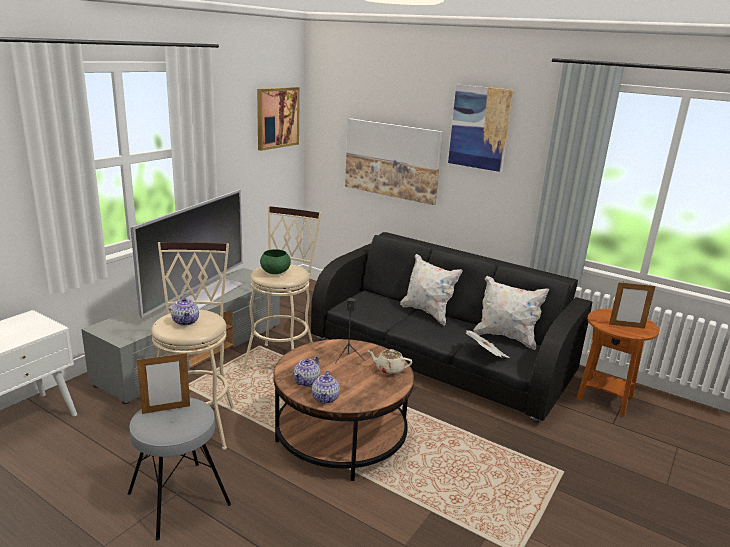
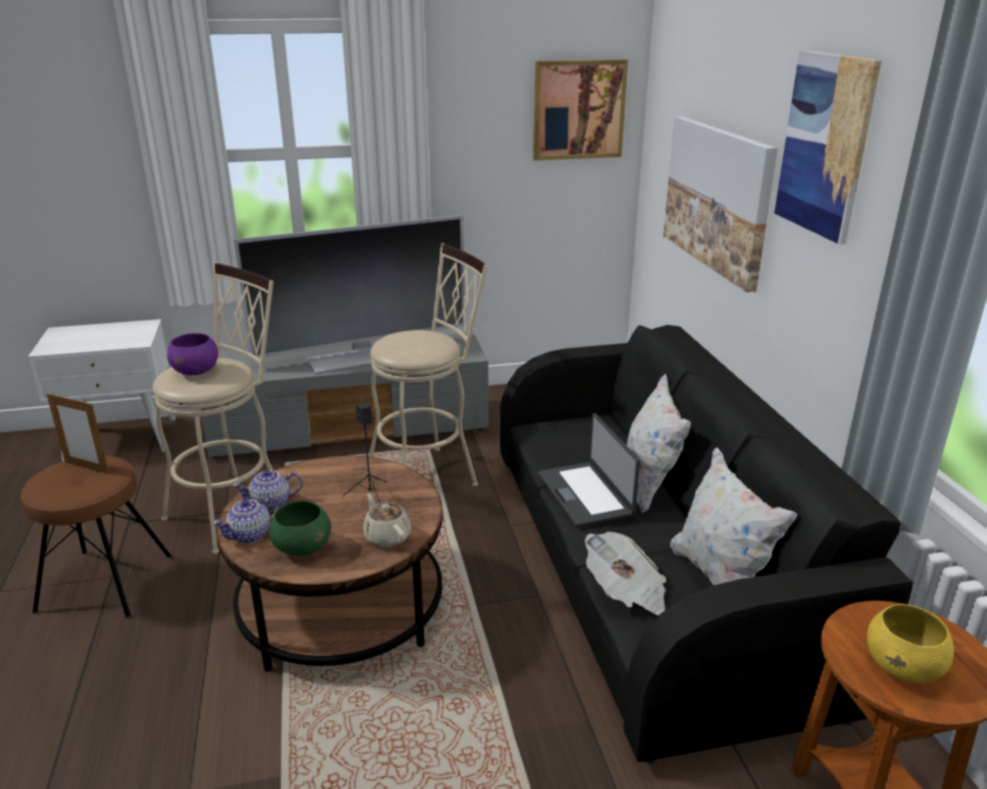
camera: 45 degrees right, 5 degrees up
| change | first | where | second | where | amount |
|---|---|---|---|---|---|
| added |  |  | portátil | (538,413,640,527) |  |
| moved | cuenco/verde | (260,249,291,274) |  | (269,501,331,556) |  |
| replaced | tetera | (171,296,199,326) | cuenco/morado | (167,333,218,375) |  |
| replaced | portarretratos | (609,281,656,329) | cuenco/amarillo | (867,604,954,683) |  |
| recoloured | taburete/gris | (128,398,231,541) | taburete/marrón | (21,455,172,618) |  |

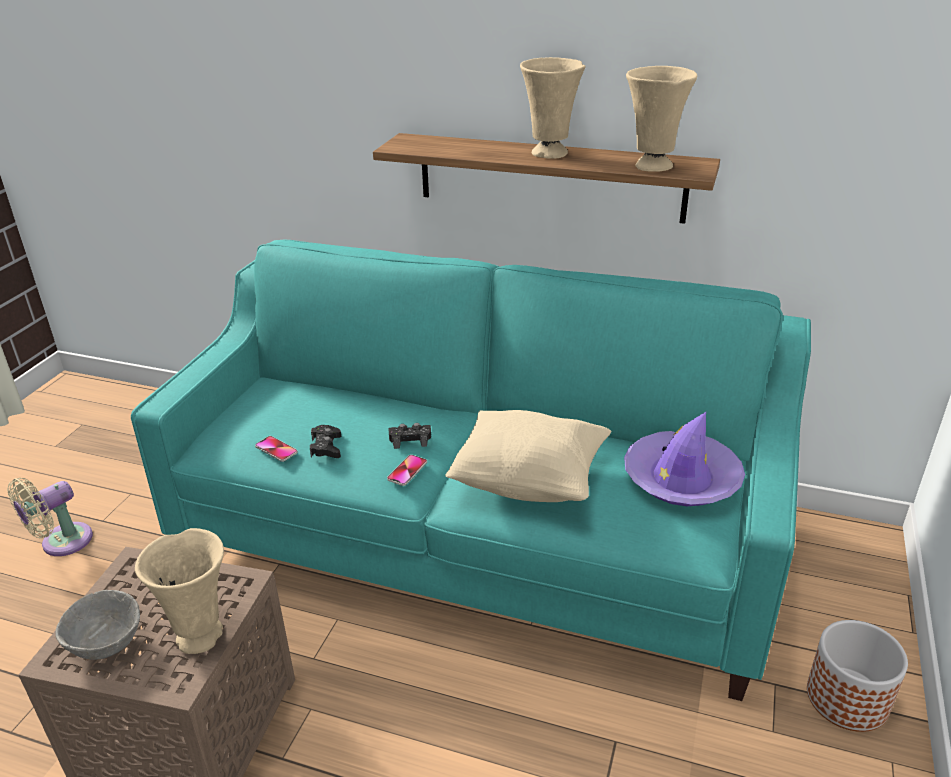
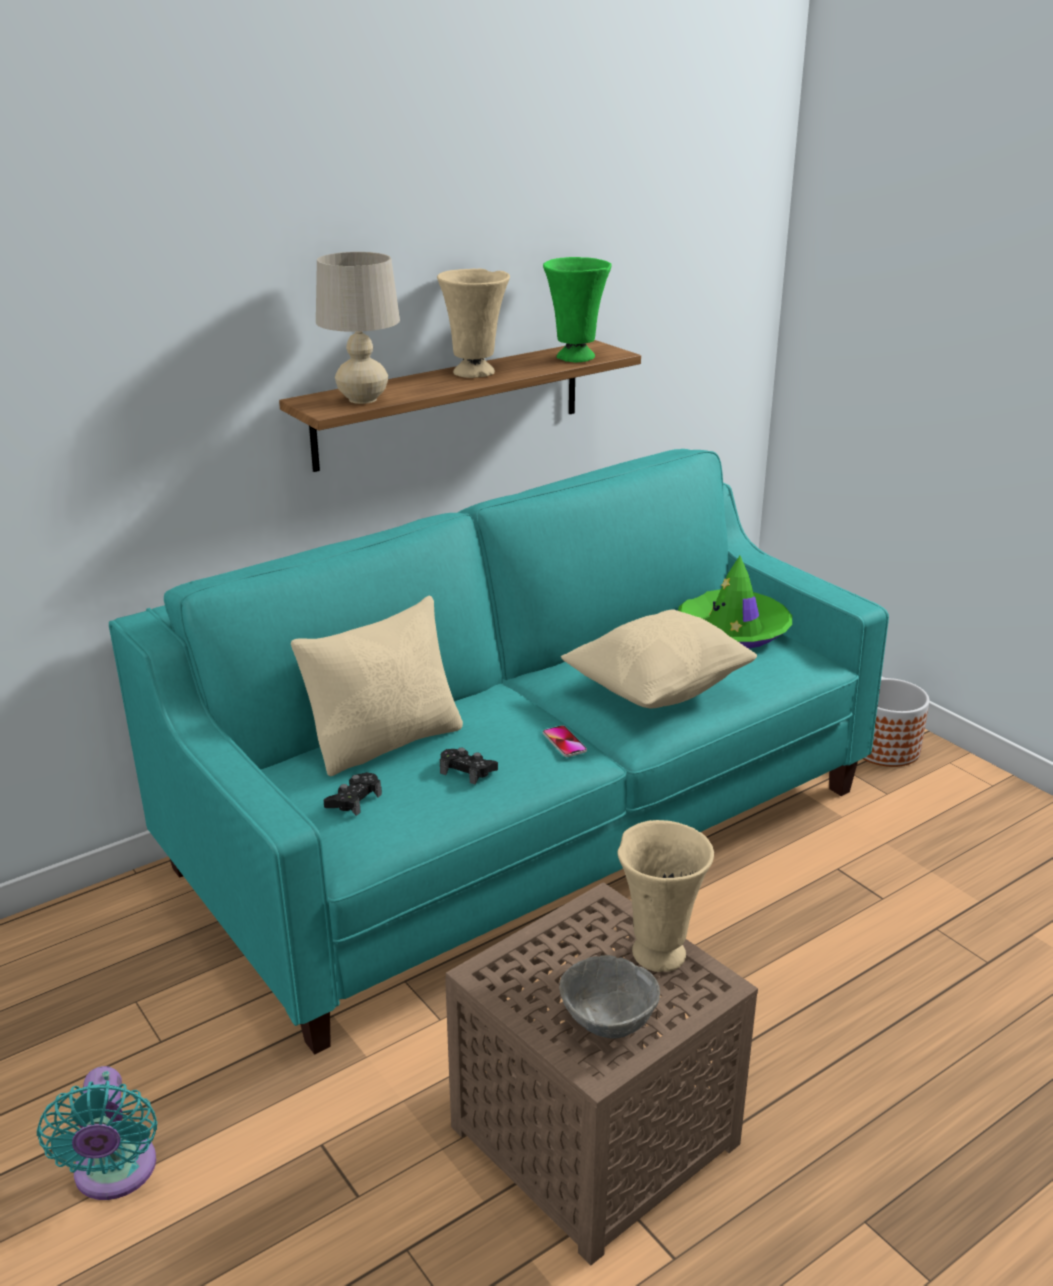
camera: 55 degrees left, 5 degrees down
| change | first | where | second | where | amount |
|---|---|---|---|---|---|
| removed | móvil | (255,436,298,462) |  |  |  |
| added |  |  | cojín/beis | (291,596,463,776) |  |
| added |  |  | lámpara de mesa/beis | (316,252,400,404) |  |
| moved | mando de consola/negro | (388,423,431,449) |  | (324,772,382,816) |  |
| recoloured | ventilador/beis | (7,478,93,556) | ventilador/turquesa | (37,1066,157,1200) |  |
| recoloured | sombrero/morado | (624,412,745,506) | sombrero/verde | (678,556,792,649) |  |
| recoloured | florero/beis | (626,66,697,172) | florero/verde | (543,257,612,362) |  |

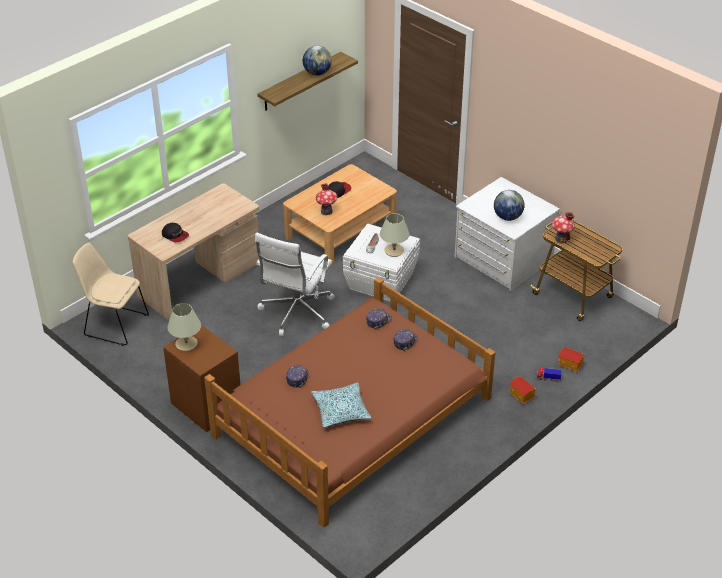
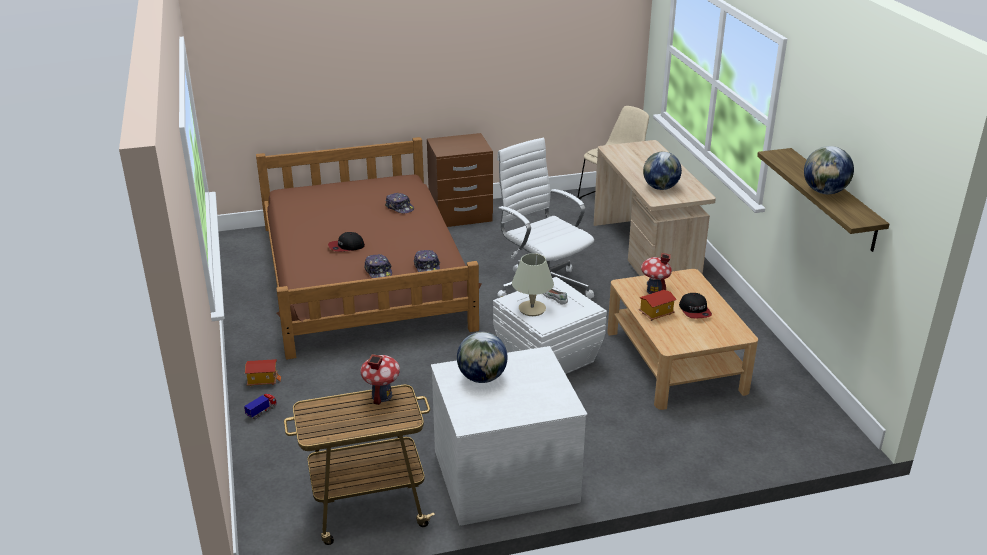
camera: 120 degrees right, 10 degrees down
| change | first | where | second | where | amount |
|---|---|---|---|---|---|
| removed | lámpara de mesa/beis | (167,303,201,351) |  |  |  |
| removed | cojín | (311,382,372,428) |  |  |  |
| added |  |  | globo terráqueo | (643,152,682,190) |  |
| moved | gorra | (162,223,189,242) |  | (328,232,365,252) |  |
| moved | casita | (557,347,585,372) |  | (639,290,677,321) |  |

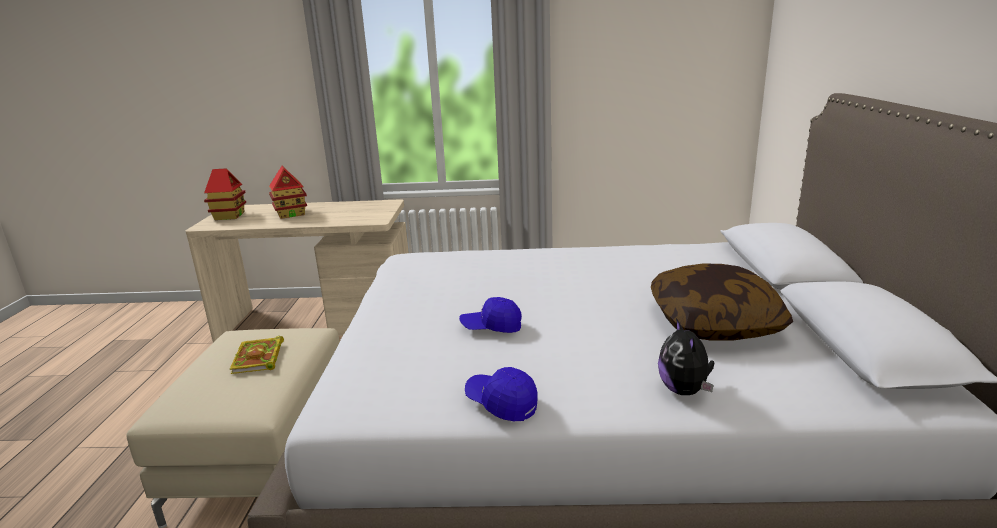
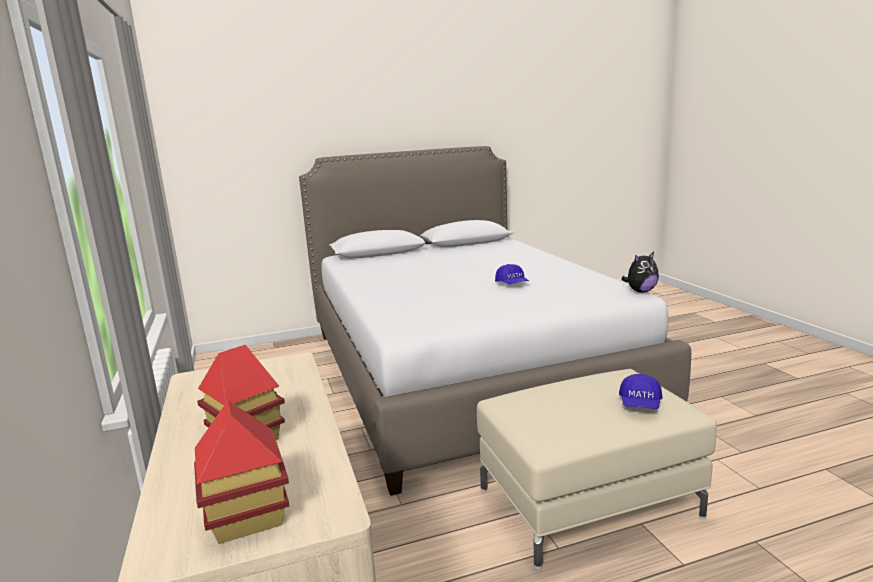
camera: 110 degrees left, 5 degrees down
| change | first | where | second | where | amount |
|---|---|---|---|---|---|
| removed | libro | (230,336,284,374) |  |  |  |
| removed | cojín | (651,264,793,341) |  |  |  |
| moved | gorra/azul | (465,367,537,421) |  | (619,374,662,409) |  |
| moved | peluche | (658,318,714,395) |  | (622,252,659,293) |  |

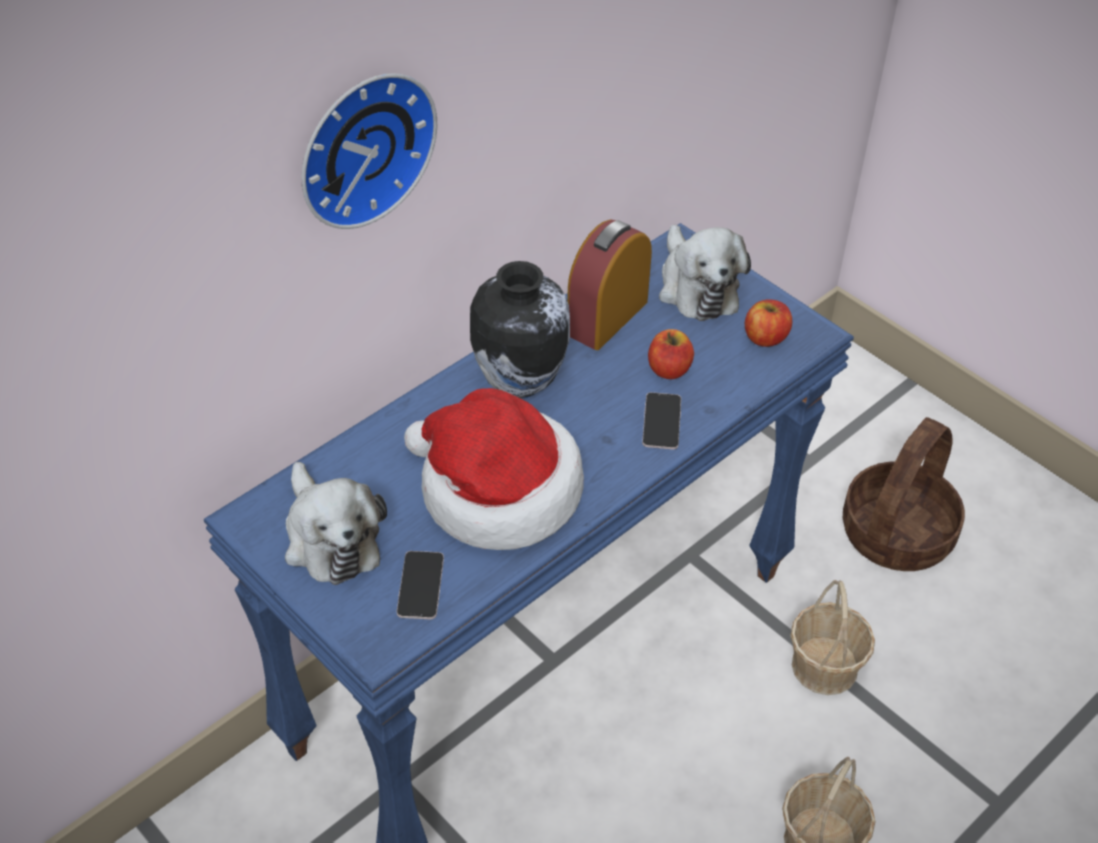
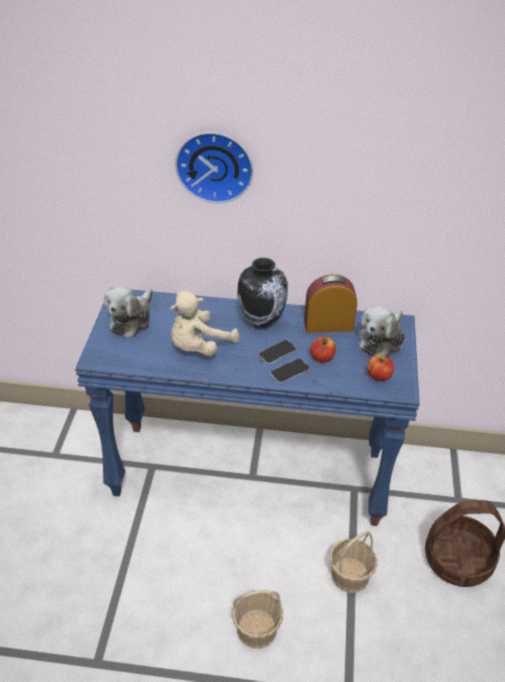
camera: 50 degrees right, 5 degrees down
| change | first | where | second | where | amount |
|---|---|---|---|---|---|
| moved | móvil | (397,551,444,619) |  | (258,340,297,364) |  |
| replaced | sombrero | (404,388,584,550) | peluche/beis | (170,291,239,356) |  |

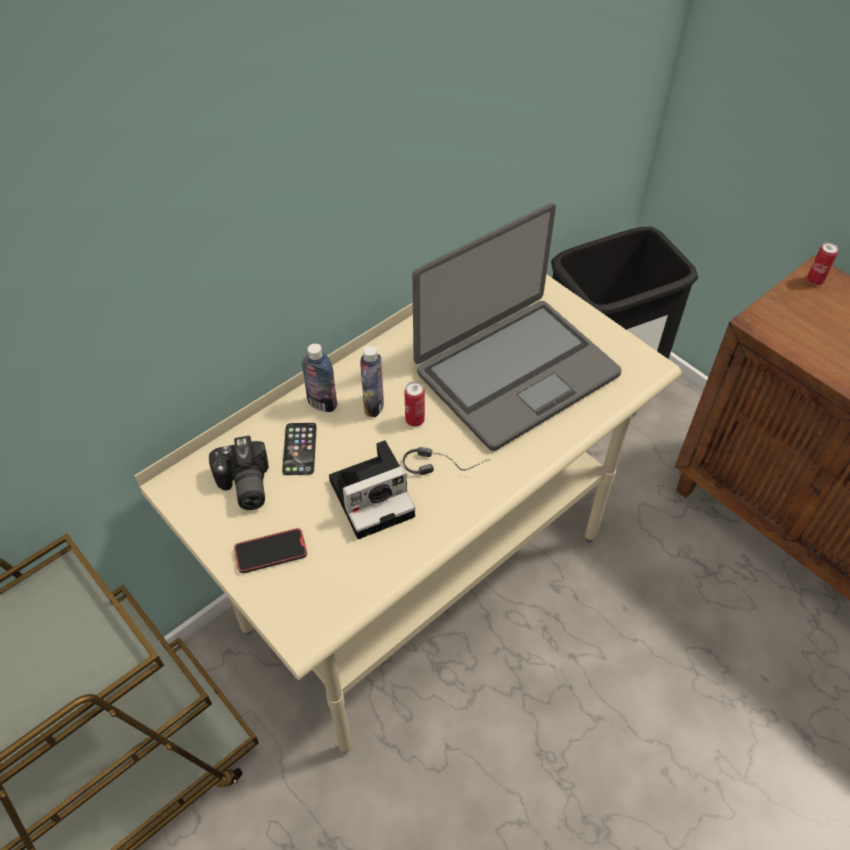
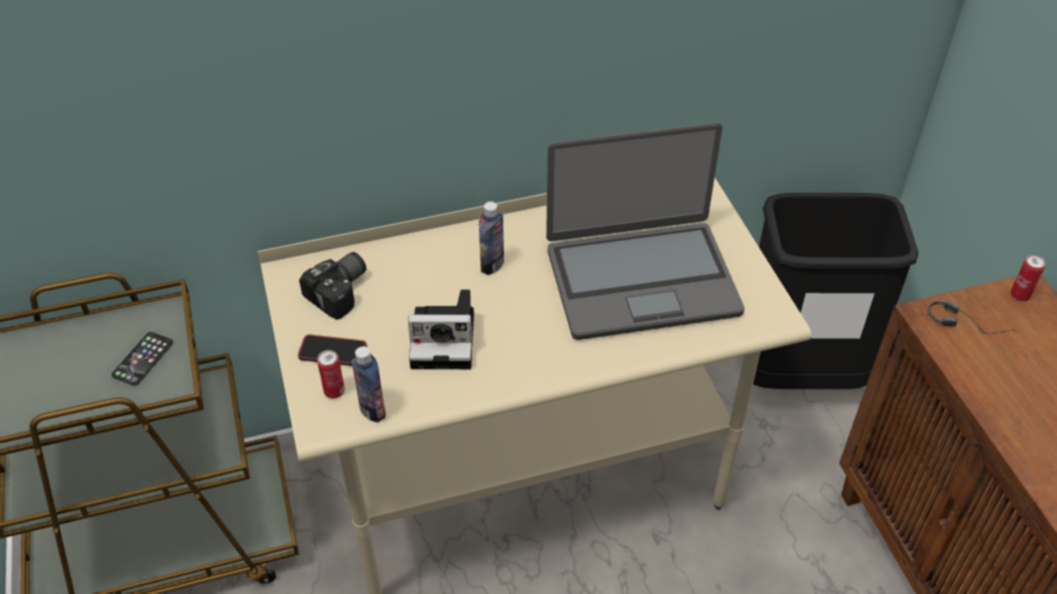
camera: 25 degrees right, 5 degrees down
| change | first | where | second | where | amount |
|---|---|---|---|---|---|
| moved | móvil | (282,423,317,475) |  | (111,332,173,386) |  |
| moved | botella | (301,343,338,412) |  | (352,346,386,422) |  |
| moved | auriculares | (403,447,489,475) |  | (927,301,1016,334) |  |
| moved | lata | (404,381,425,427) |  | (317,350,345,398) |  |
| turned | cámara | (209,436,269,510) |  | (299,252,366,320) | 150 degrees counterclockwise |

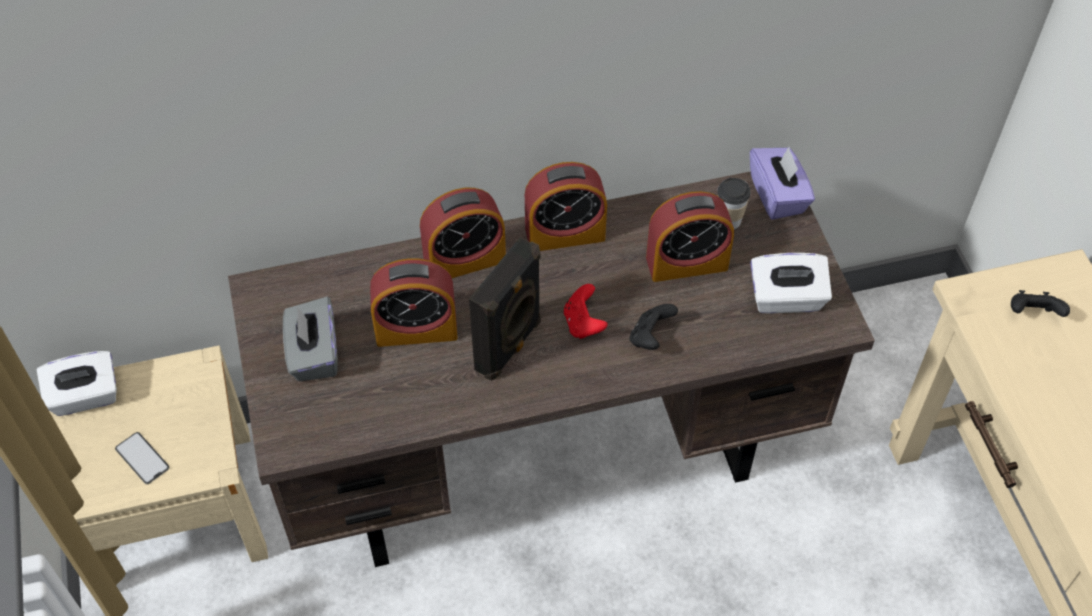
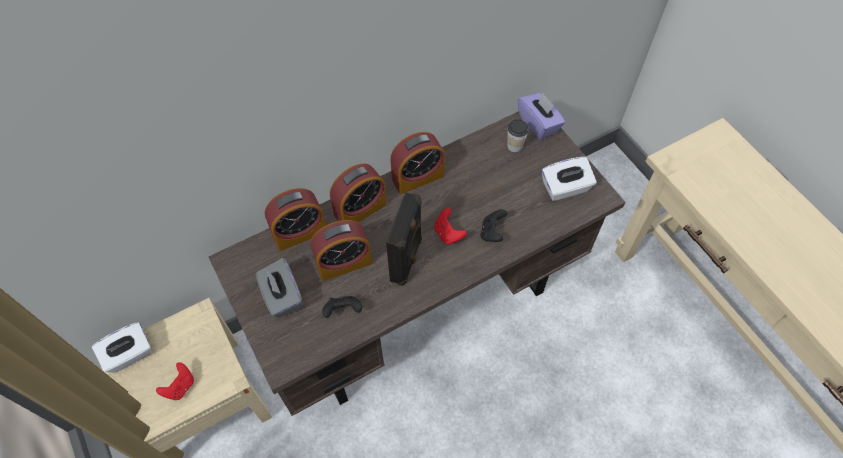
camera: 15 degrees left, 5 degrees up
| change | first | where | second | where | amount |
|---|---|---|---|---|---|
| moved | despertador | (646,191,734,282) |  | (265,188,326,251) |  |
| moved | mando de consola/negro | (1011,290,1070,317) |  | (323,296,362,318) |  |
| replaced | móvil | (115,432,170,484) | mando de consola/rojo | (156,362,194,400) |  |

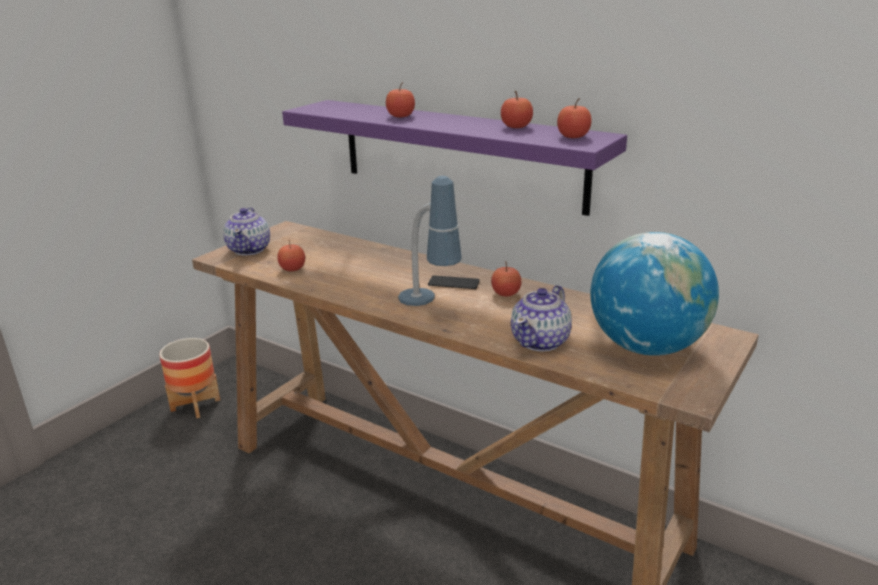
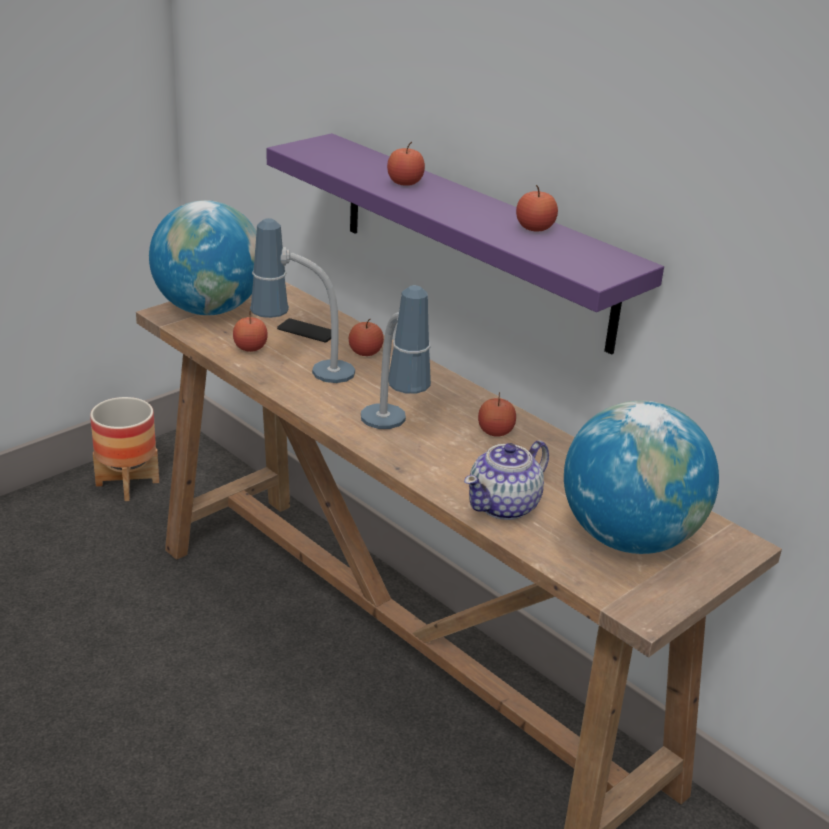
camera: 10 degrees right, 5 degrees up
| change | first | where | second | where | amount |
|---|---|---|---|---|---|
| added |  |  | lámpara de mesa | (250,218,355,383) |  |
| moved | móvil | (428,275,480,289) |  | (277,318,331,342) |  |
| moved | manzana | (557,98,592,138) |  | (349,319,384,356) |  |
| replaced | tetera | (223,207,270,255) | globo terráqueo | (149,200,257,315) |  |

